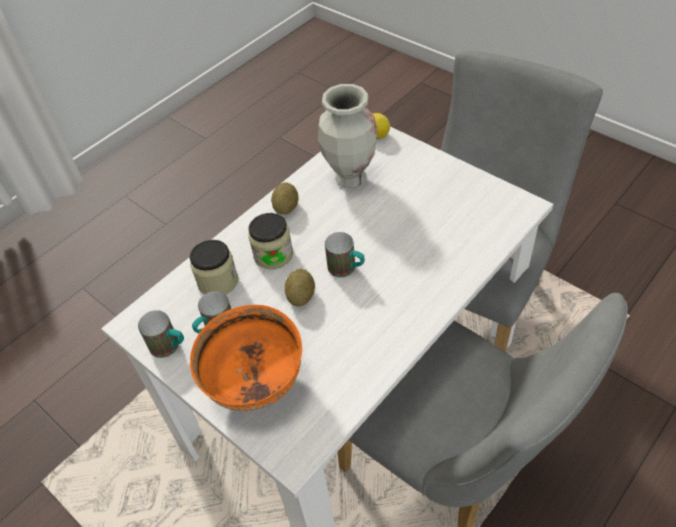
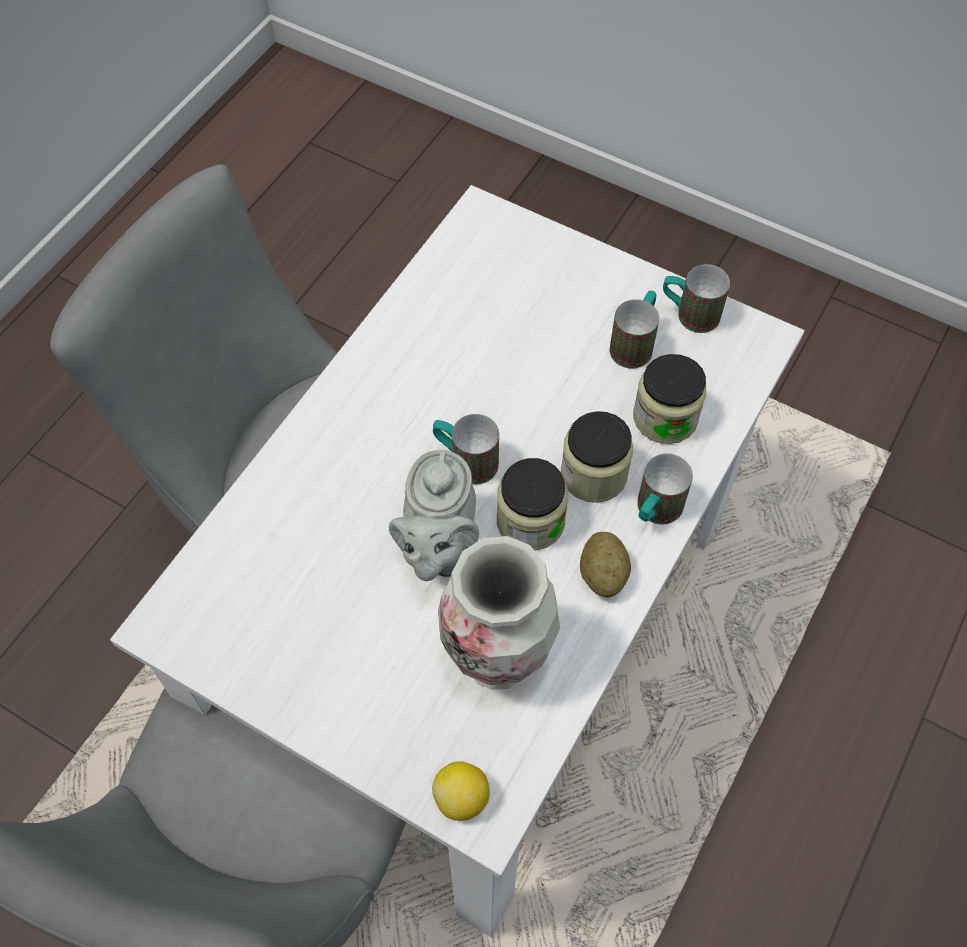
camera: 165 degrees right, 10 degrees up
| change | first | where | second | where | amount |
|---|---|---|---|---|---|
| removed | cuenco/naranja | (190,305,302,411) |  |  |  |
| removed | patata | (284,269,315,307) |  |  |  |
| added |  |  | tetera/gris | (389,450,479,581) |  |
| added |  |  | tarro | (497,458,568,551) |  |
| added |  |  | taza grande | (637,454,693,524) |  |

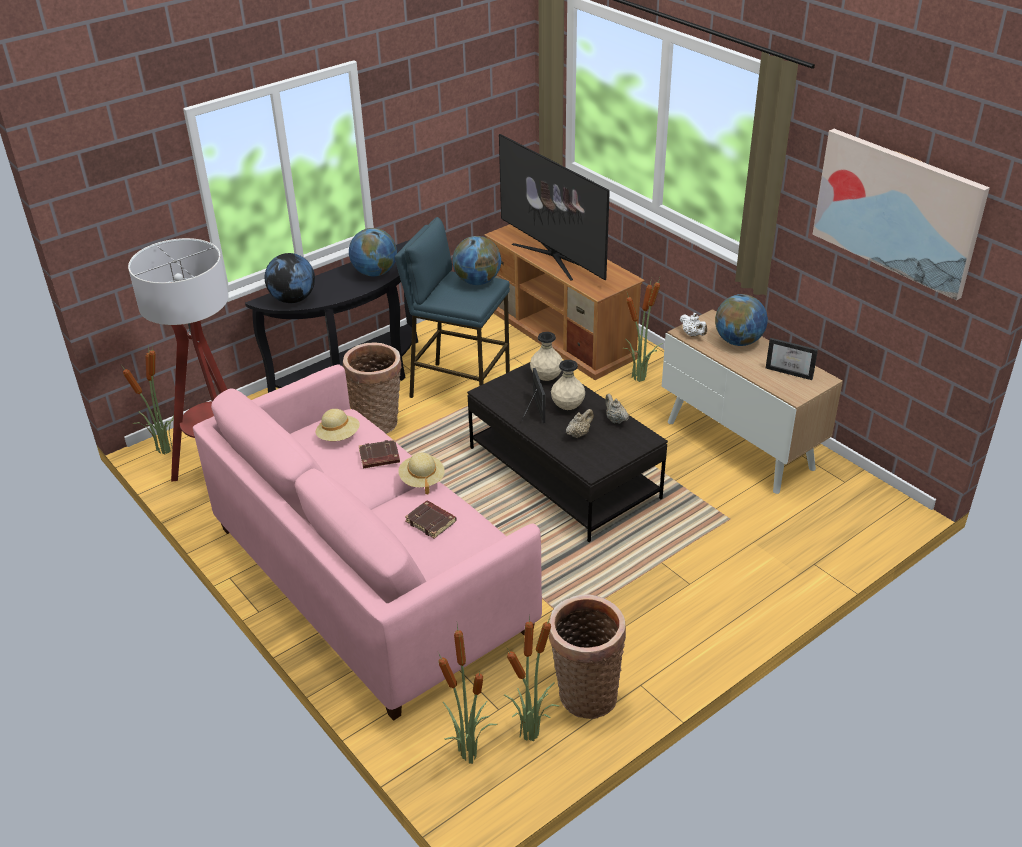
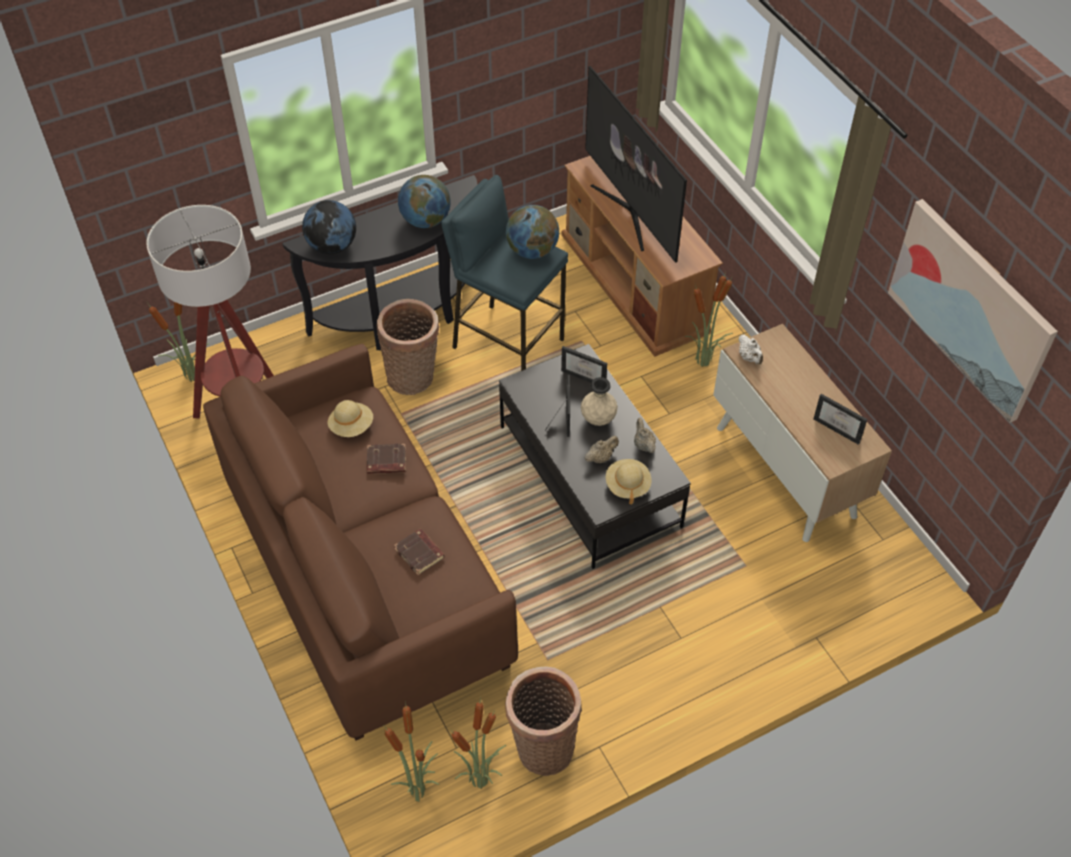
camera: 10 degrees right, 15 degrees up
| change | first | where | second | where | amount |
|---|---|---|---|---|---|
| removed | globo terráqueo | (715,294,768,346) |  |  |  |
| moved | sombrero/beis | (398,453,445,494) |  | (606,459,651,504) |  |
| replaced | florero/beis | (530,332,563,381) | portarretratos | (561,346,607,383) |  |
| recoloured | sofá/rosa | (193,364,542,721) | sofá/marrón | (203,344,518,741) |  |

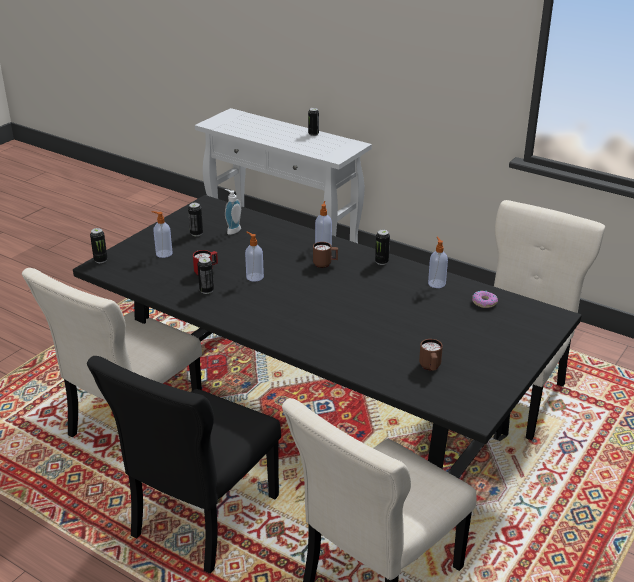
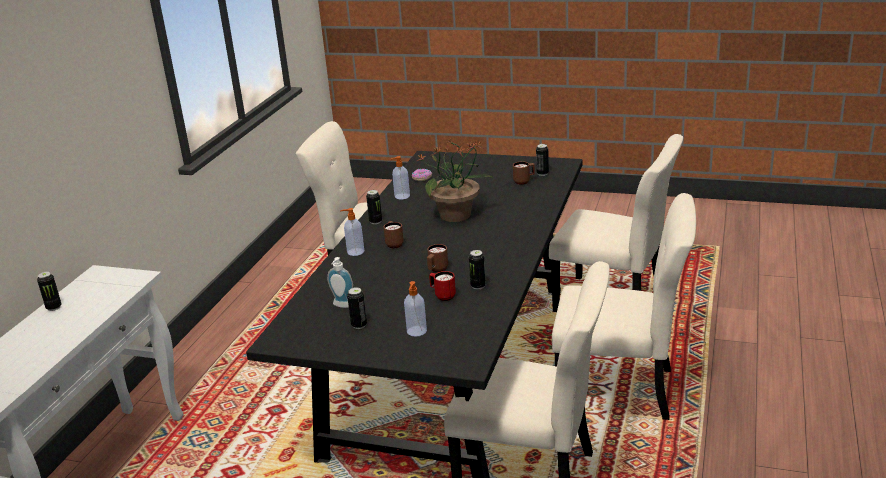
camera: 105 degrees left, 5 degrees down
| change | first | where | second | where | amount |
|---|---|---|---|---|---|
| added |  |  | planta en maceta | (417,139,493,222) |  |
| moved | lata | (90,228,108,263) |  | (536,144,549,176) |  |
| replaced | dispensador de jabón | (245,232,264,282) | taza grande/marrón | (427,244,448,272) |  |
| recoloured | silla/negro | (87,356,281,574) | silla/beis | (552,193,696,420) |  |

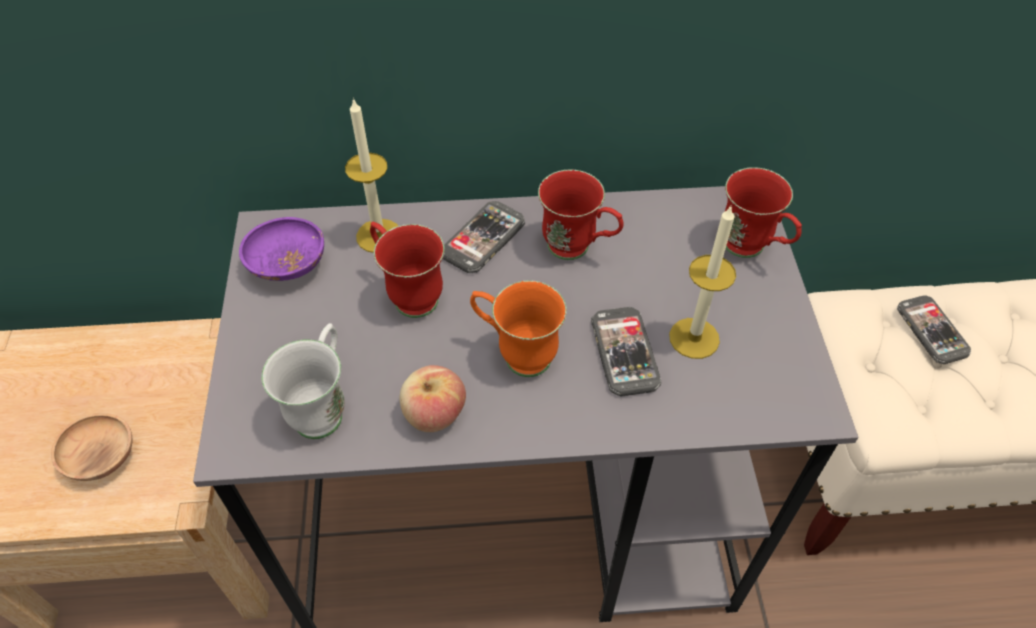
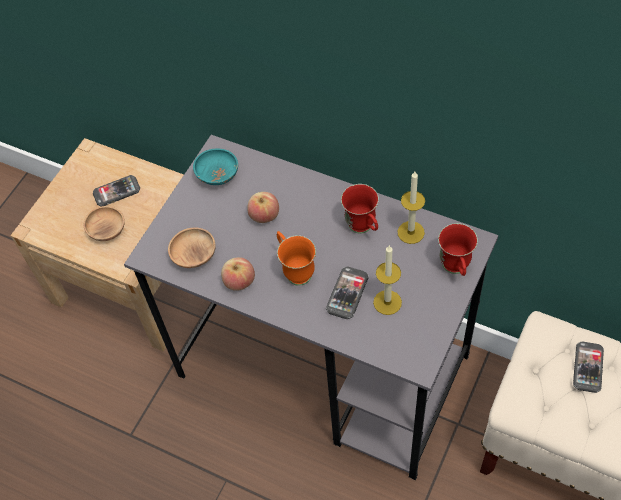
camera: 35 degrees right, 5 degrees up
| change | first | where | second | where | amount |
|---|---|---|---|---|---|
| moved | vela | (345,98,398,253) |  | (398,172,425,244) |  |
| moved | móvil | (443,201,525,273) |  | (93,175,140,207) |  |
| replaced | taza grande/blanco | (261,323,345,439) | cuenco/marrón | (168,228,216,268) |  |
| replaced | taza grande/rojo | (370,222,445,318) | manzana | (247,192,279,223) |  |
| recoloured | cuenco/morado | (239,217,324,281) | cuenco/turquesa | (193,149,238,185) |  |

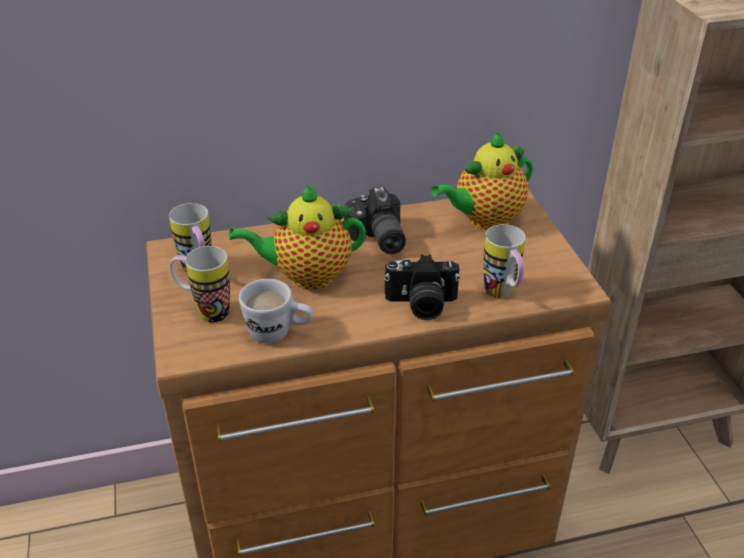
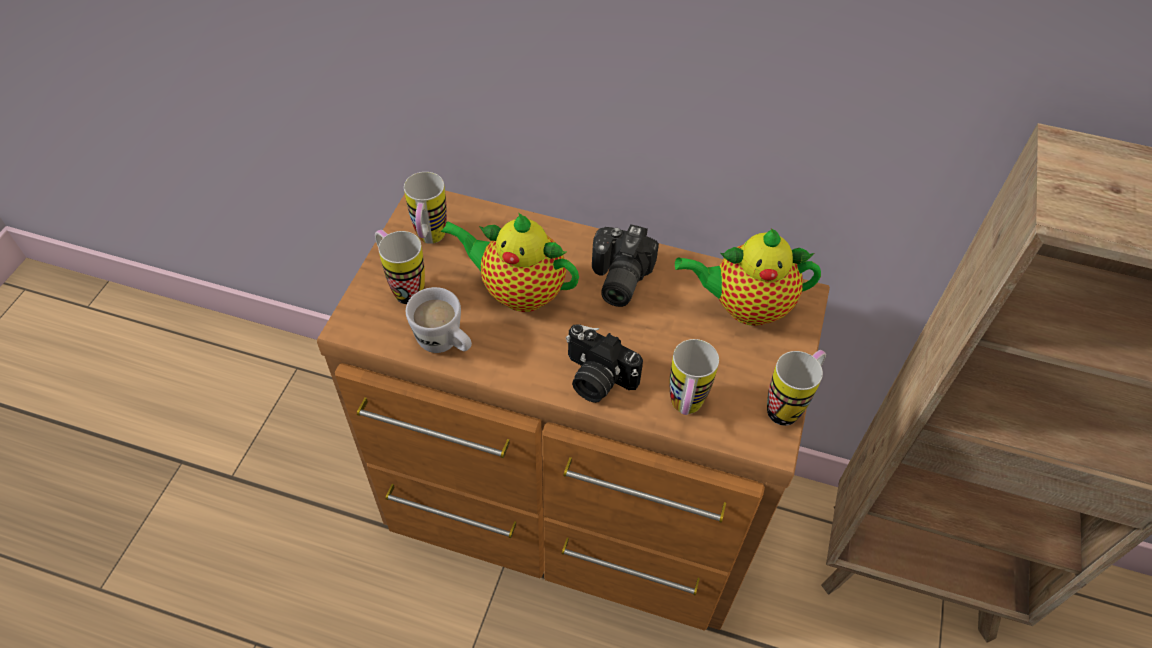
camera: 30 degrees right, 15 degrees up
| change | first | where | second | where | amount |
|---|---|---|---|---|---|
| added |  |  | taza grande | (767,350,826,426) |  |

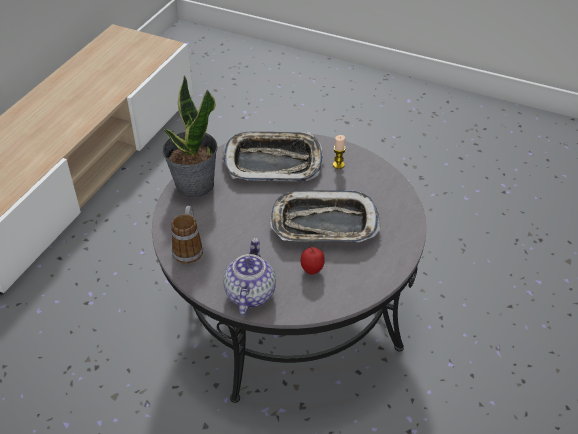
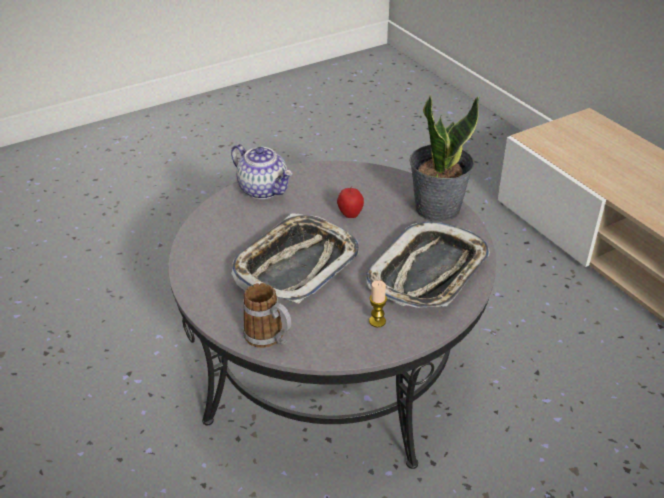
camera: 125 degrees right, 5 degrees down
| change | first | where | second | where | amount |
|---|---|---|---|---|---|
| moved | taza grande | (171,206,203,264) |  | (243,283,291,348) |  |
| moved | manzana | (301,247,325,275) |  | (337,186,364,218) |  |

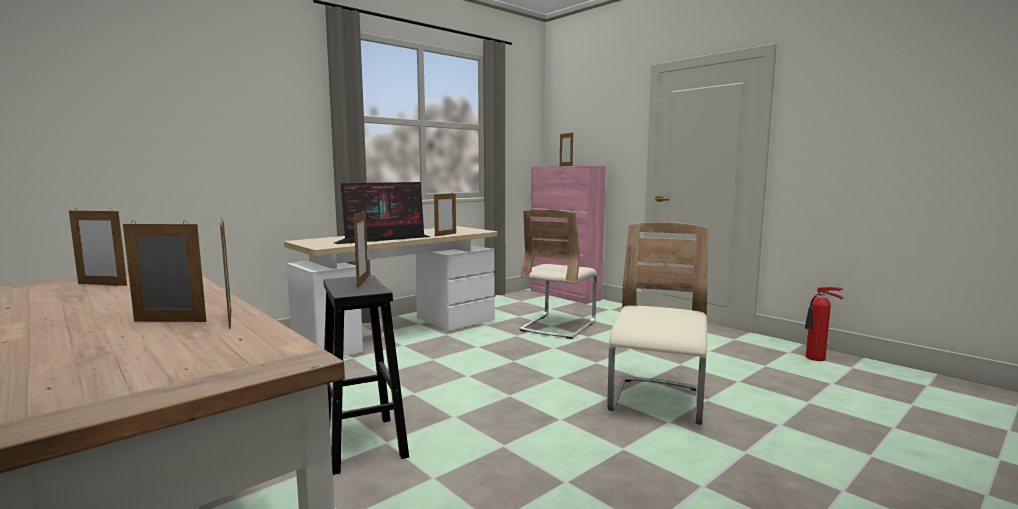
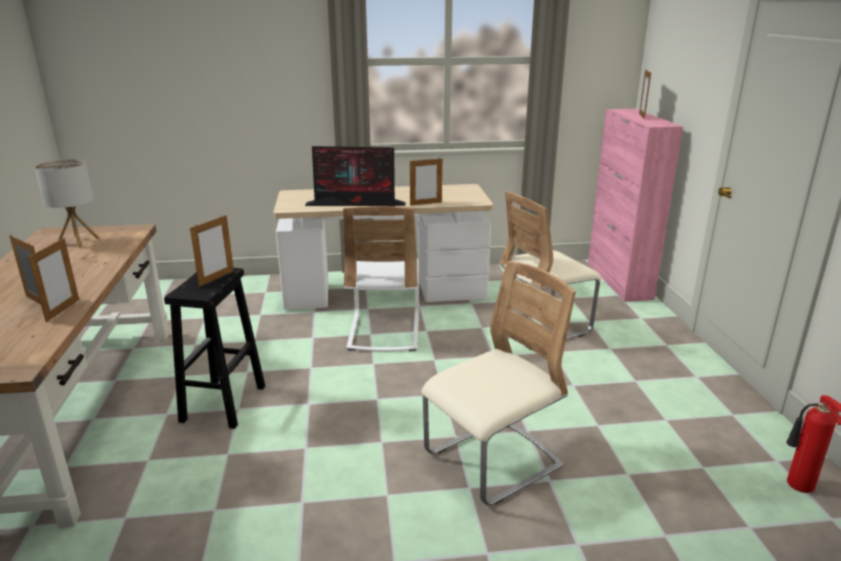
camera: 35 degrees right, 15 degrees up
| change | first | where | second | where | amount |
|---|---|---|---|---|---|
| added |  |  | silla/blanco | (343,206,419,351) |  |
| replaced | portarretratos | (69,208,127,286) | lámpara de mesa | (34,159,100,248) |  |

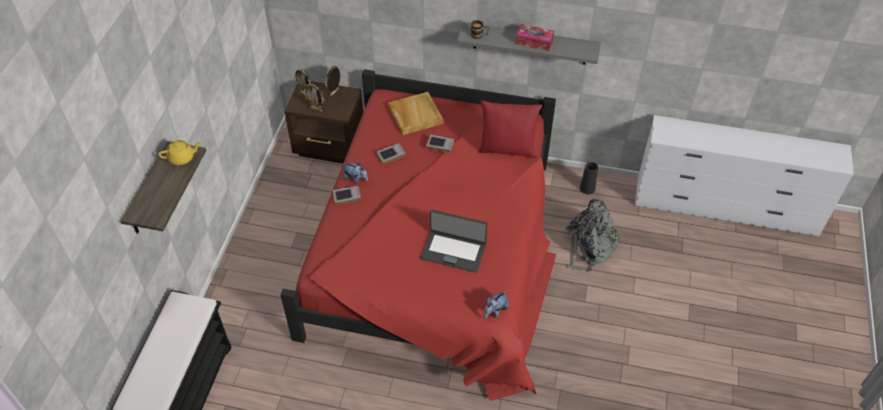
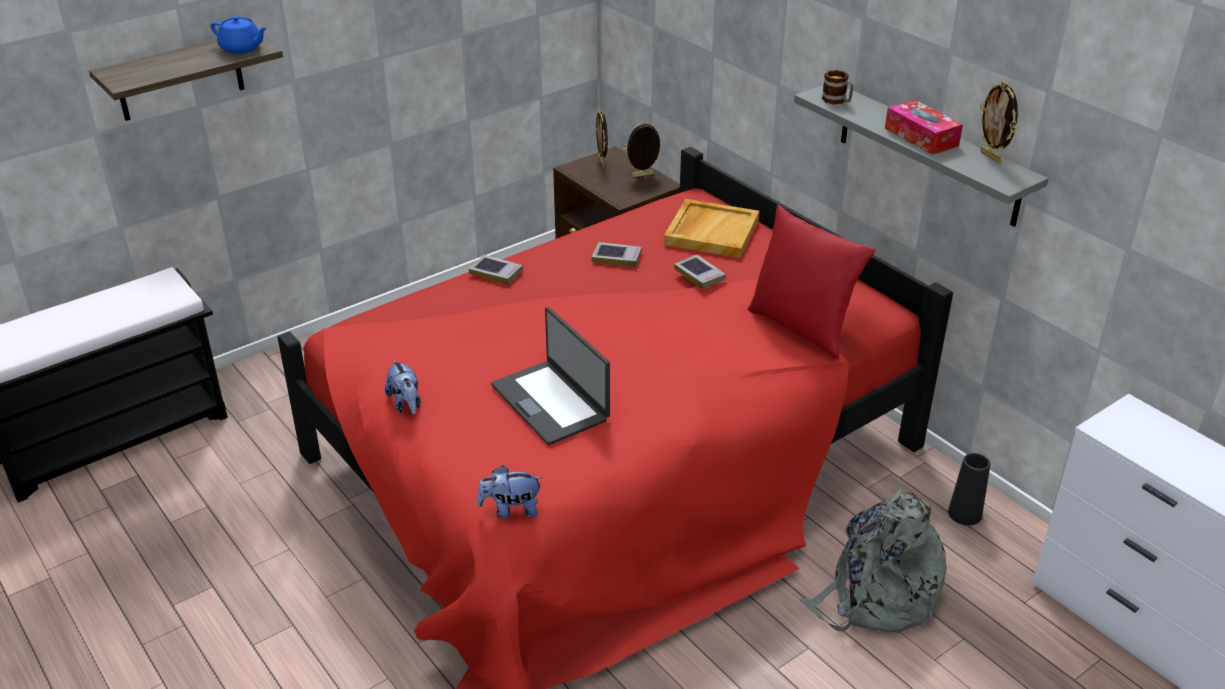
camera: 40 degrees right, 15 degrees down
| change | first | where | second | where | amount |
|---|---|---|---|---|---|
| moved | portarretratos | (304,84,324,112) |  | (980,81,1018,163) |  |
| moved | peluche | (342,163,368,184) |  | (385,359,421,415) |  |
| recoloured | tetera/amarillo | (158,140,201,165) | tetera/azul | (211,15,267,54) |  |

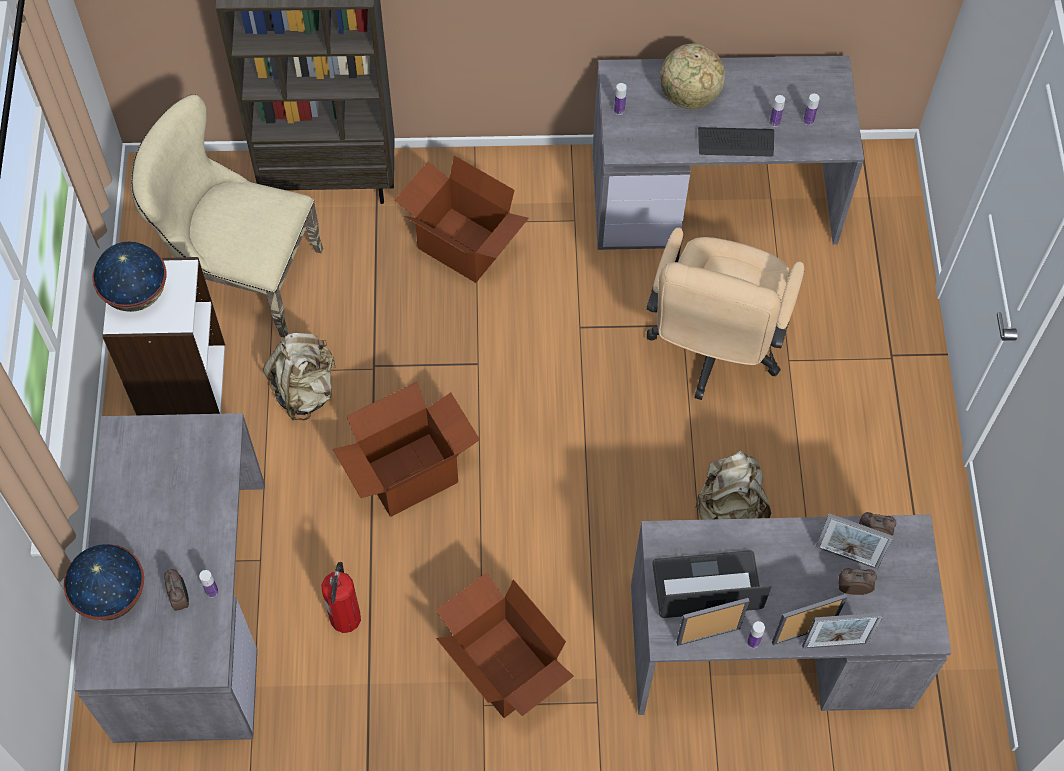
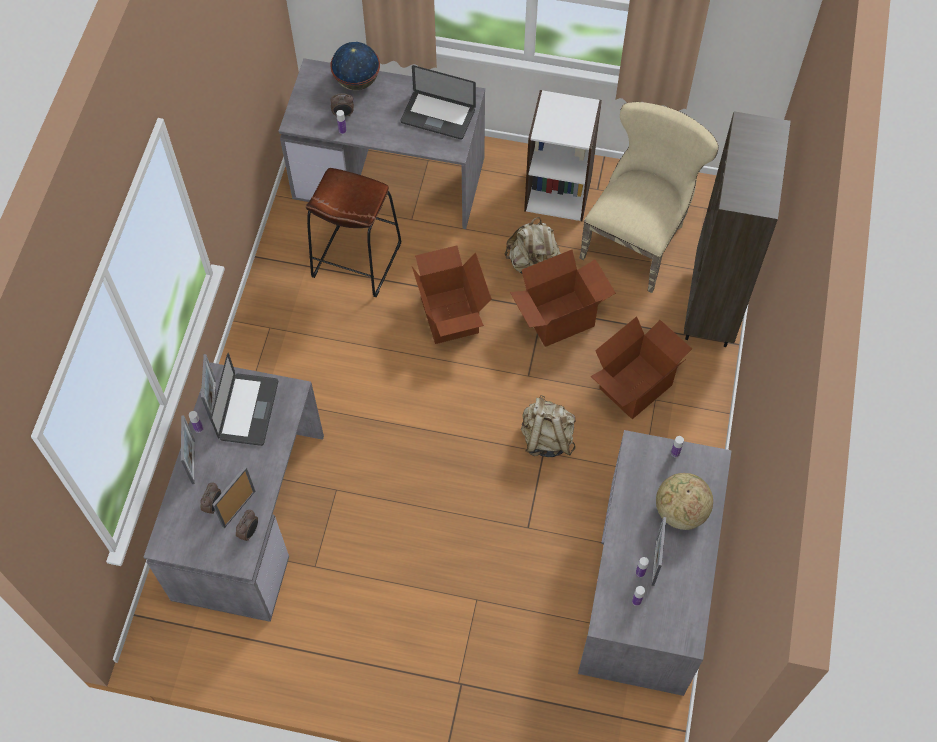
camera: 105 degrees right, 0 degrees up
| change | first | where | second | where | amount |
|---|---|---|---|---|---|
| removed | globo terráqueo | (92,242,167,312) |  |  |  |
| removed | silla de oficina/beis | (646,227,804,400) |  |  |  |
| removed | teclado | (698,127,774,157) |  |  |  |
| added |  |  | portátil | (400,65,476,139) |  |
| moved | caja de cartón | (435,573,574,718) |  | (510,250,616,347) |  |
| moved | mochila/beis | (695,450,771,520) |  | (521,395,576,457) |  |
| moved | portarretratos | (802,613,883,649) |  | (651,517,666,586) |  |
| replaced | extintor | (321,562,361,633) | taburete/marrón | (306,168,402,297) |  |

